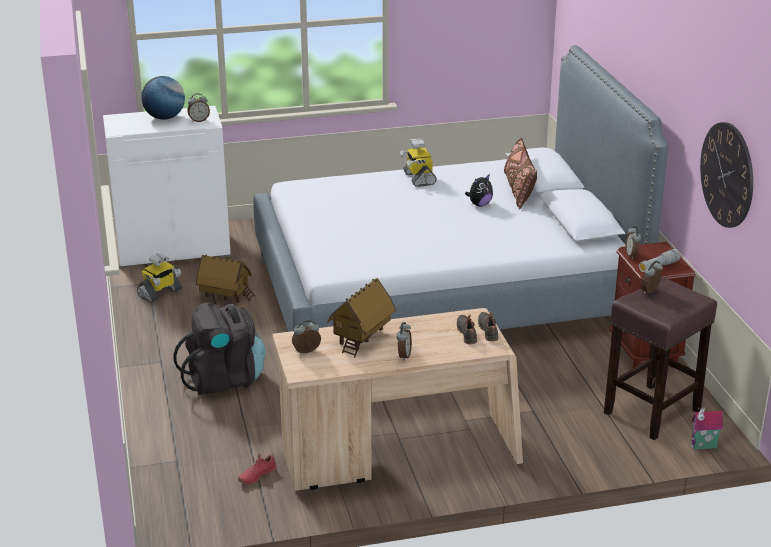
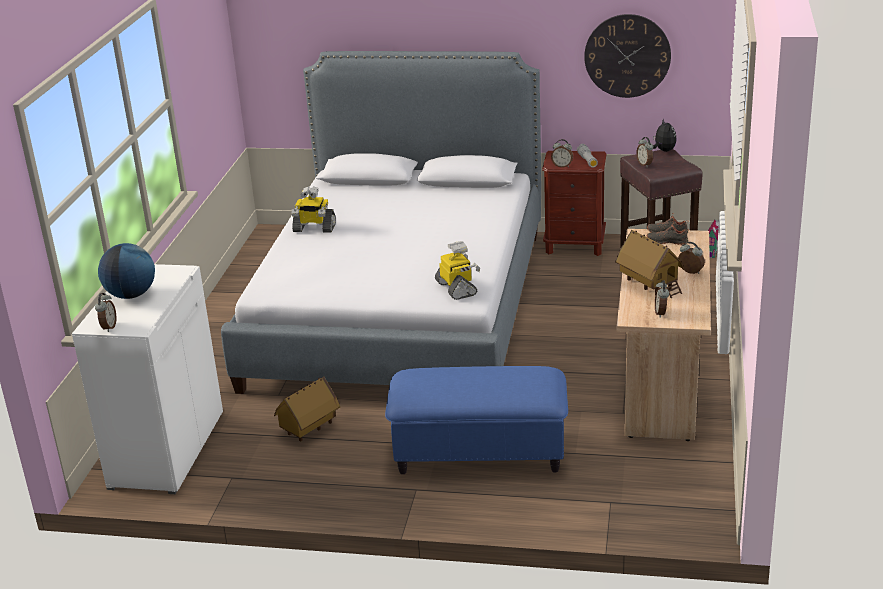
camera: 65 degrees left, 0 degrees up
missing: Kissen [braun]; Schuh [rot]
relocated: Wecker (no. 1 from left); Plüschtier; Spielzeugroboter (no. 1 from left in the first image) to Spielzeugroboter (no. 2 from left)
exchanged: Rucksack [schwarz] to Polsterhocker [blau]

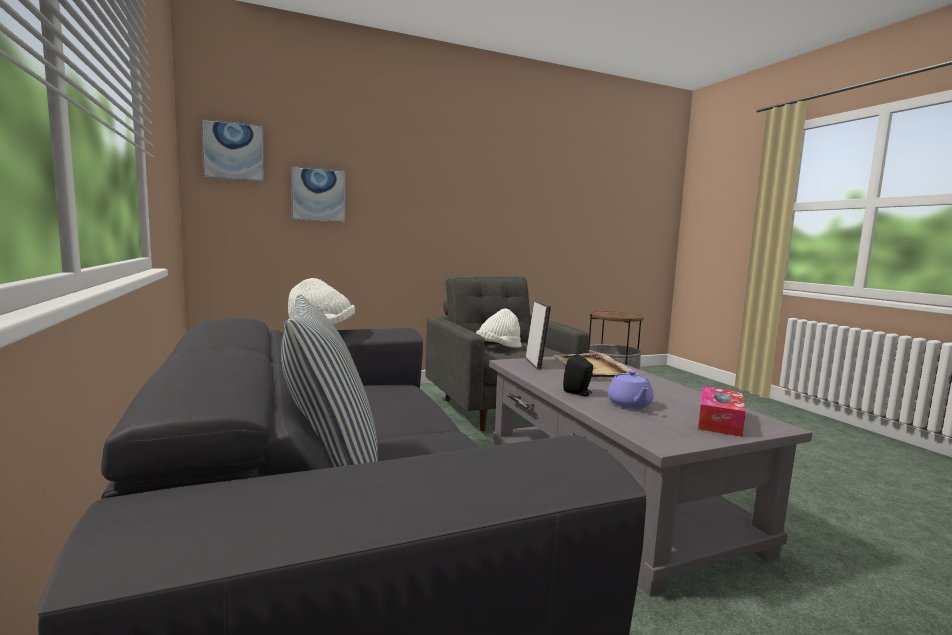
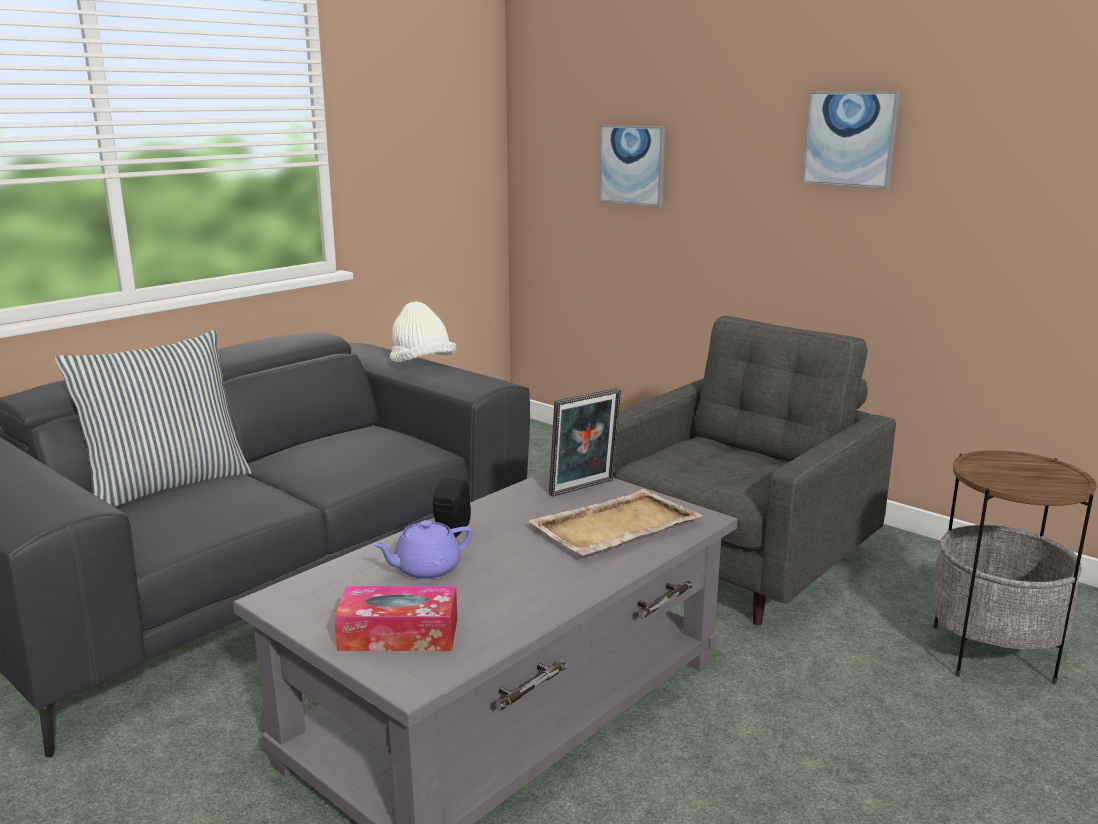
camera: 65 degrees right, 10 degrees up
missing: Hut [weiß] (no. 2 from left)
relocated: Bild (no. 1 from left in the first image) to Bild (no. 2 from left)

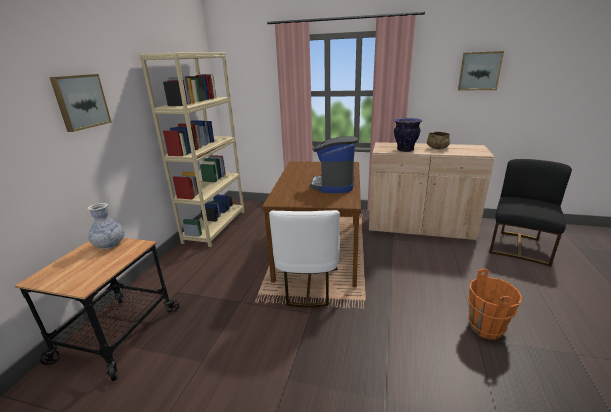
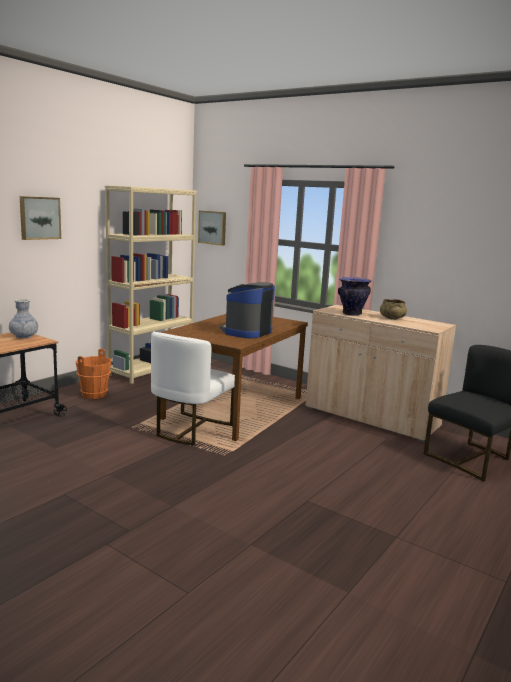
camera: 20 degrees right, 10 degrees down
relocated: Bild (no. 2 from left); Eimer [orange]

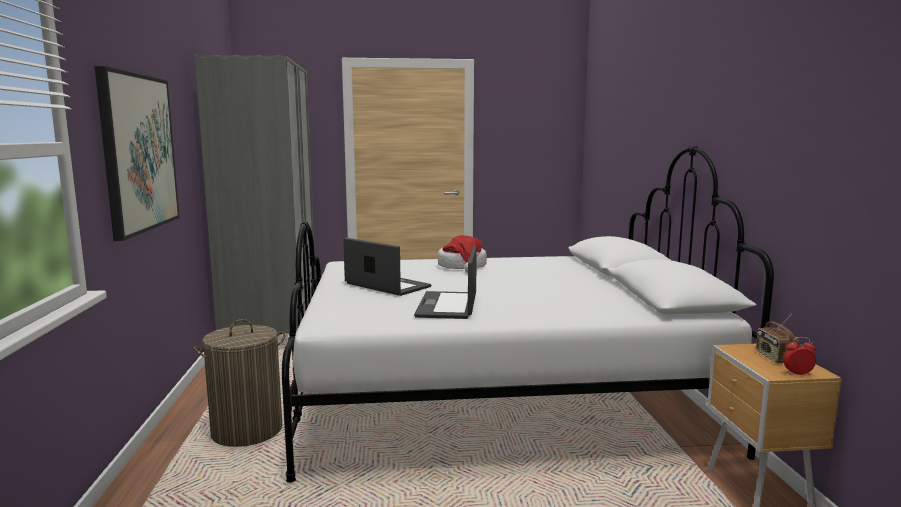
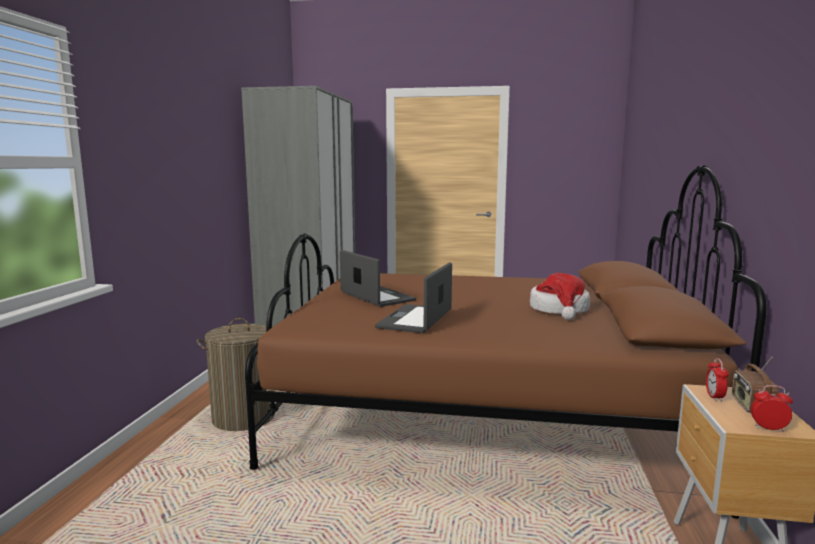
camera: 15 degrees right, 0 degrees up
missing: Bild
appeared: Wecker (no. 1 from left)
relocated: Hut
colour: Bett [weiß] to Bett [braun]

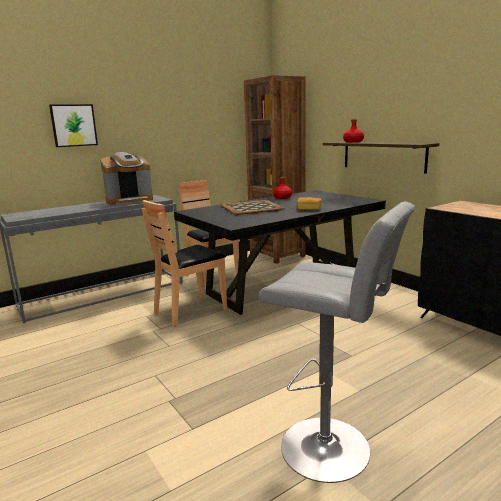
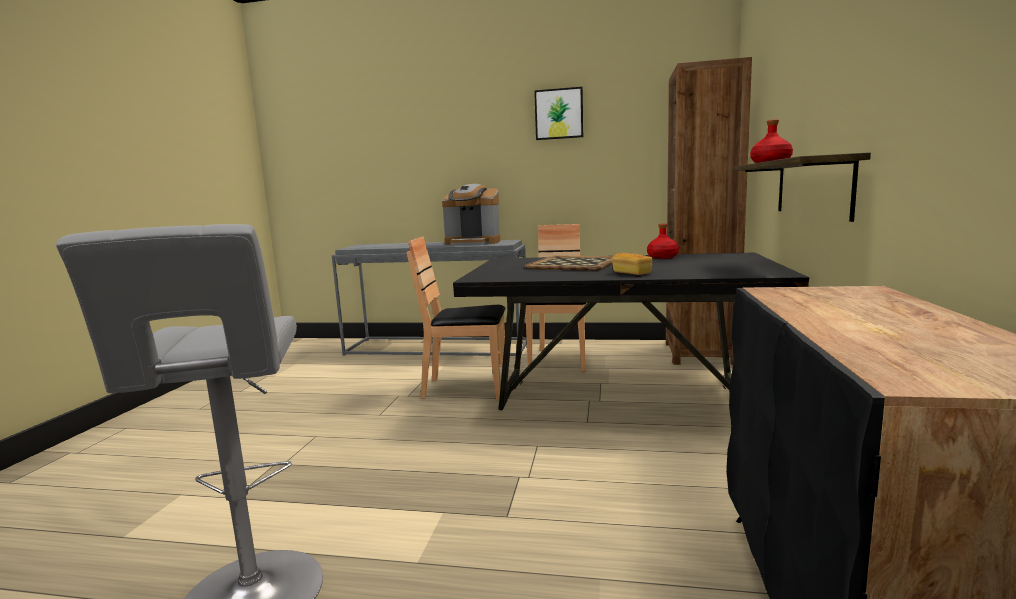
camera: 45 degrees right, 5 degrees down
relocated: Bild

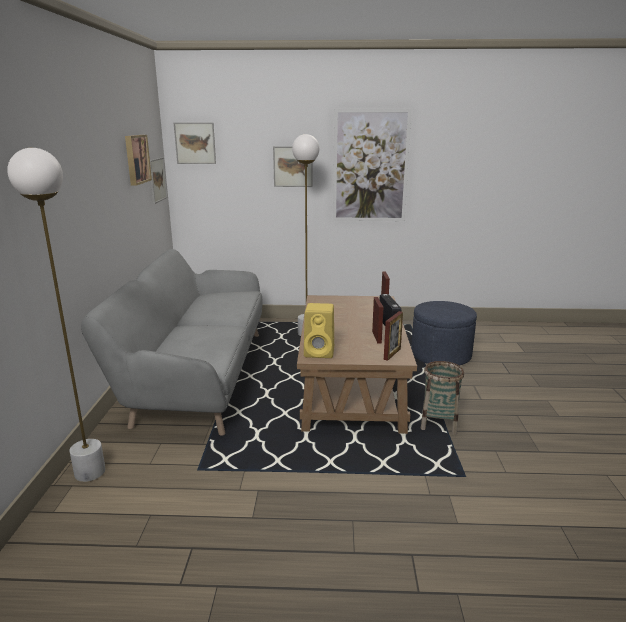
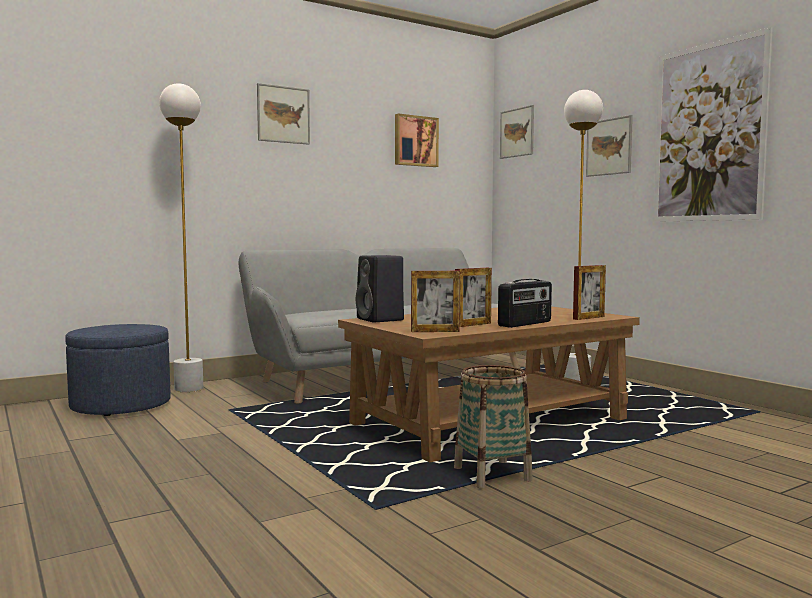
camera: 55 degrees right, 15 degrees down
relocated: Bild (no. 2 from left in the first image) to Bild (no. 1 from left); Polsterhocker [blau]
colour: Lautsprecher [gelb] to Lautsprecher [schwarz]

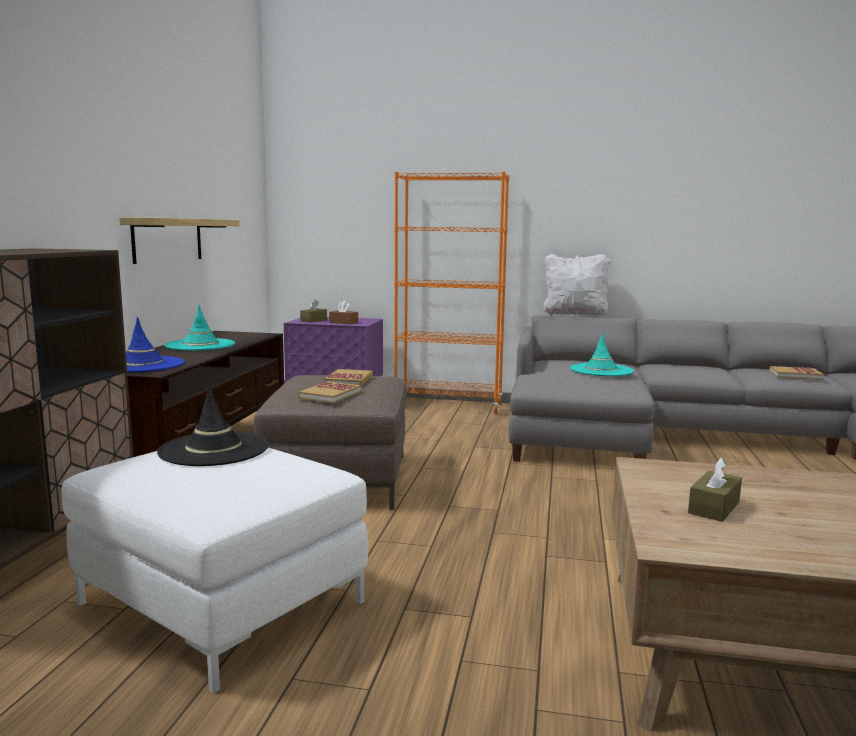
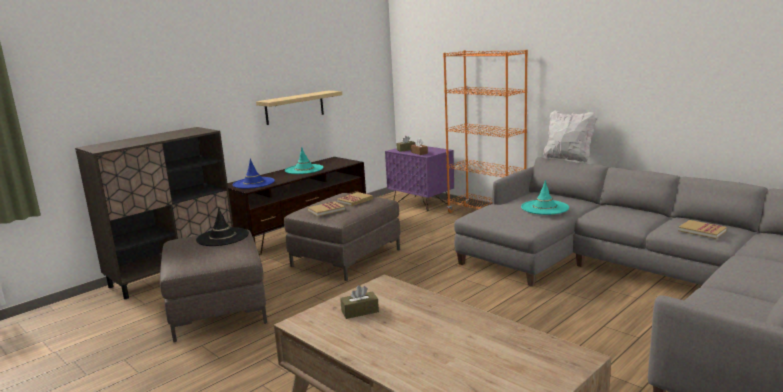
camera: 35 degrees right, 5 degrees up
colour: Polsterhocker [weiß] to Polsterhocker [braun] (no. 1 from left)

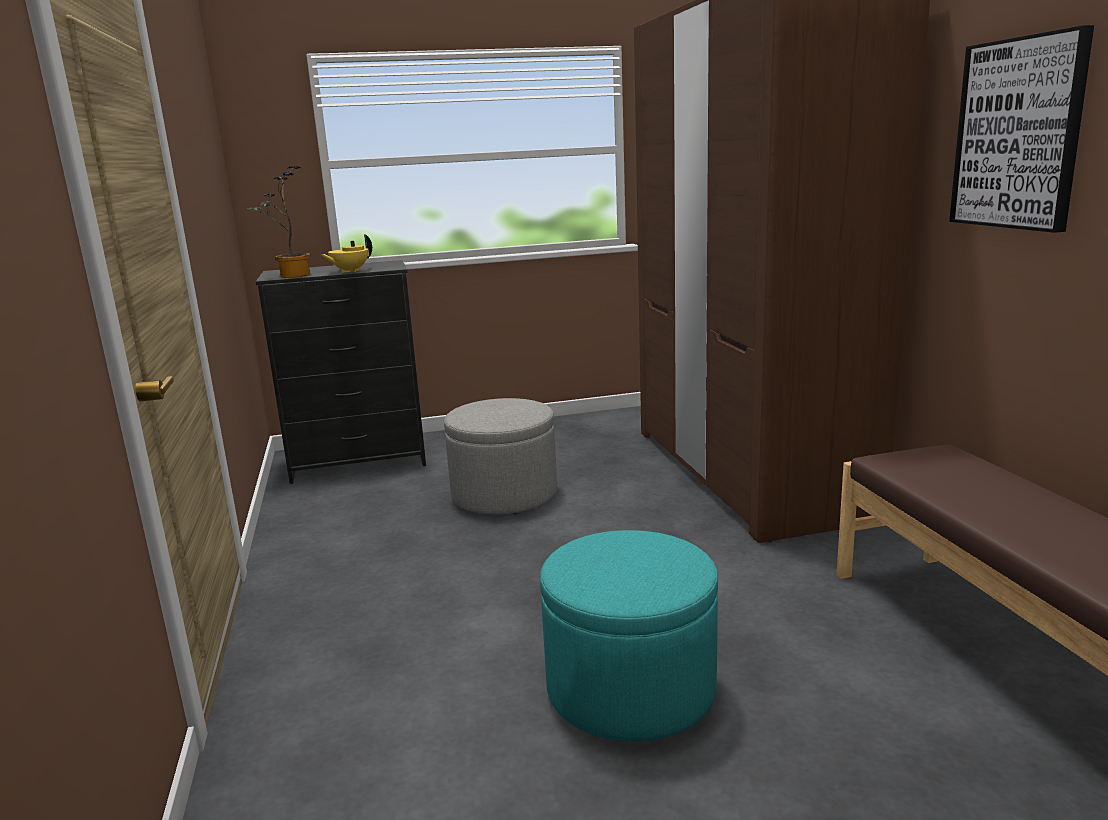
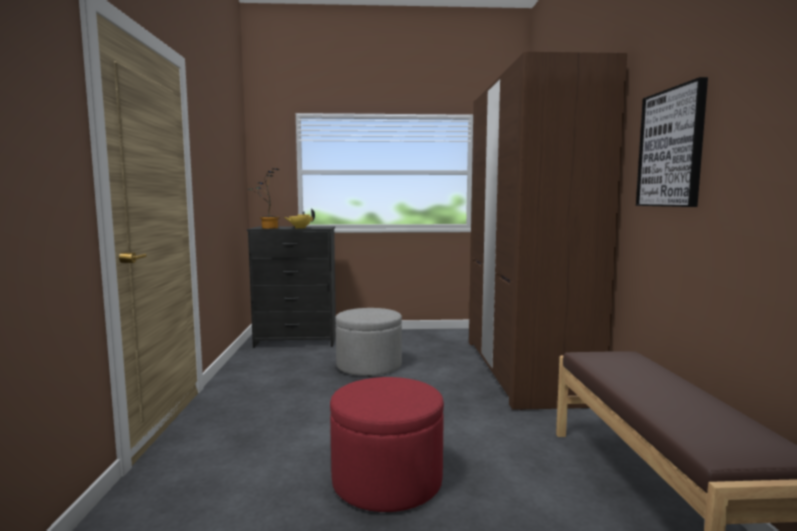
camera: 10 degrees right, 10 degrees down
colour: Polsterhocker [türkis] to Polsterhocker [rot]

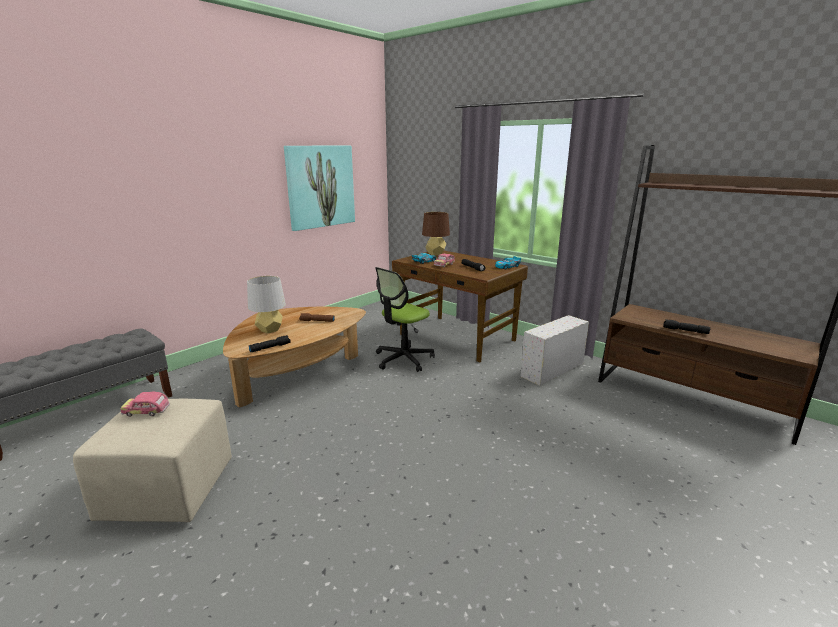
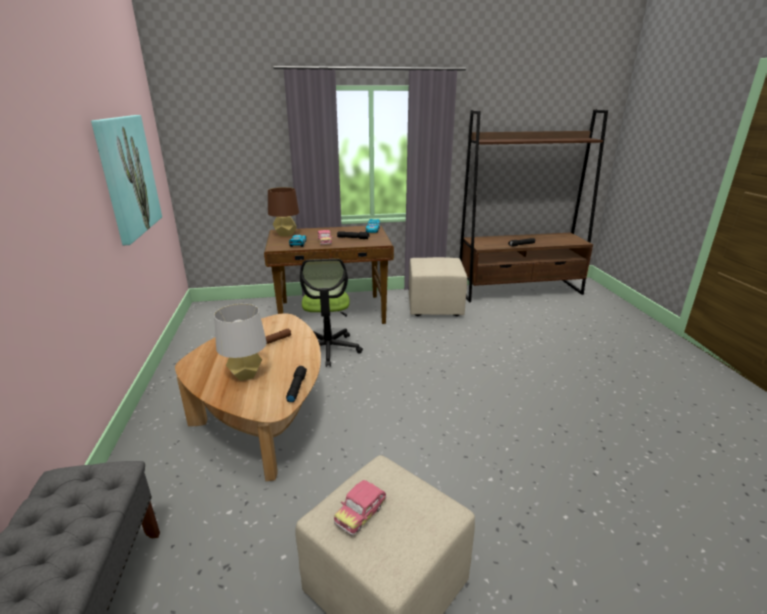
camera: 50 degrees left, 5 degrees up
exchanged: Aufbewahrungsbox [weiß] to Polsterhocker [beige] (no. 2 from left)

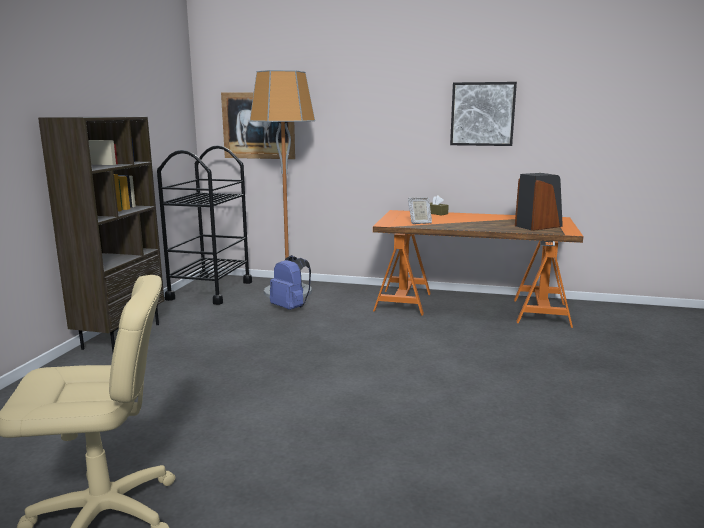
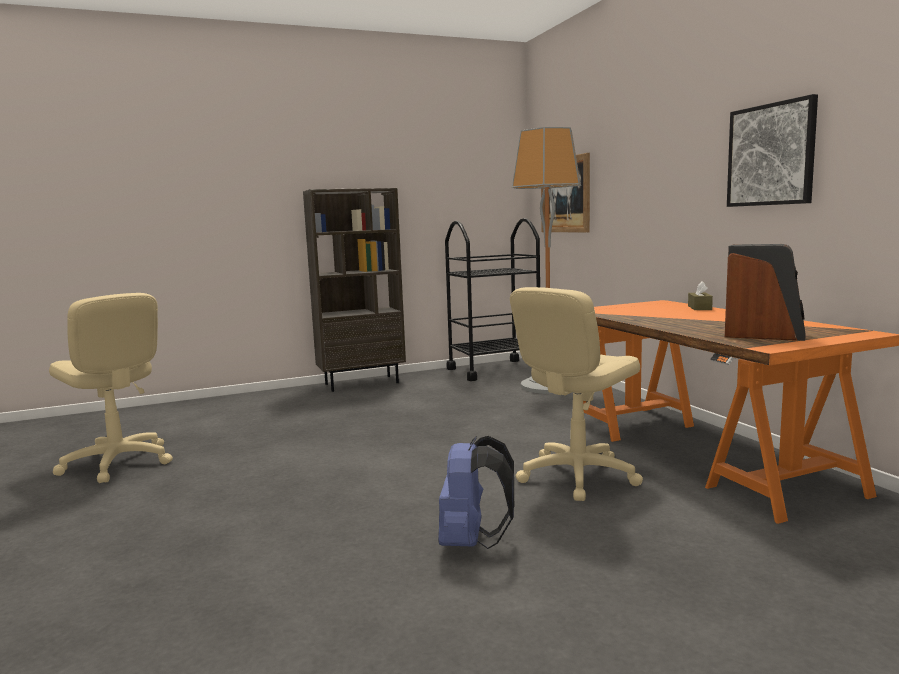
camera: 55 degrees right, 5 degrees down
missing: Bilderrahmen
appeared: Bürostuhl [beige] (no. 2 from left)
relocated: Rucksack [blau]

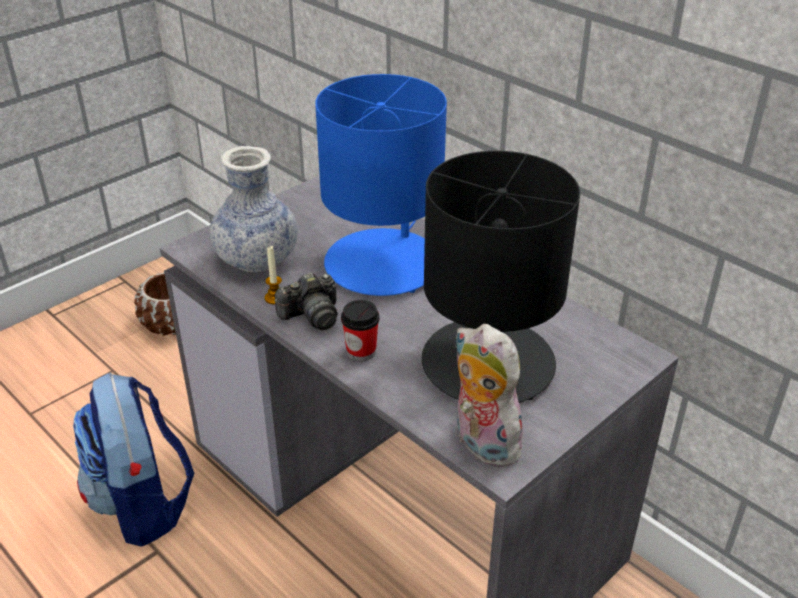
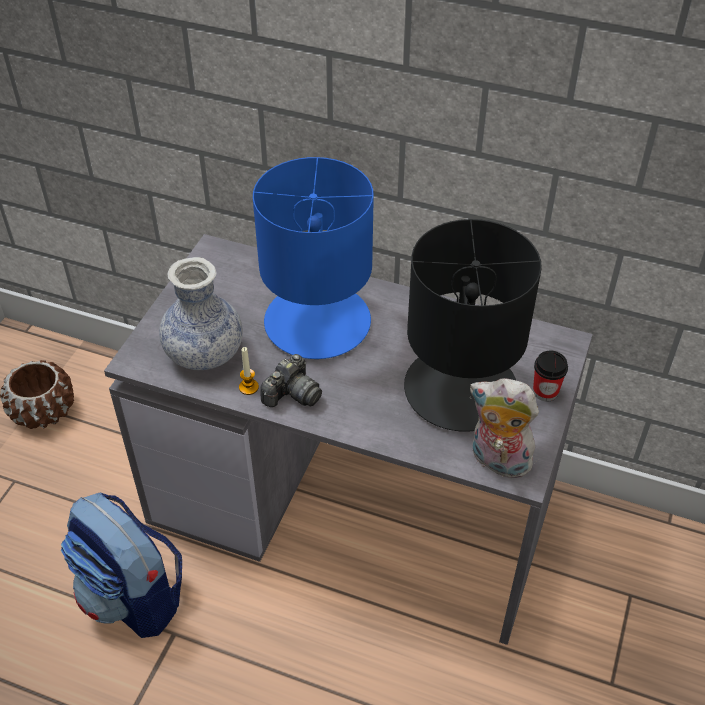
camera: 25 degrees left, 10 degrees up
relocated: Tasse

